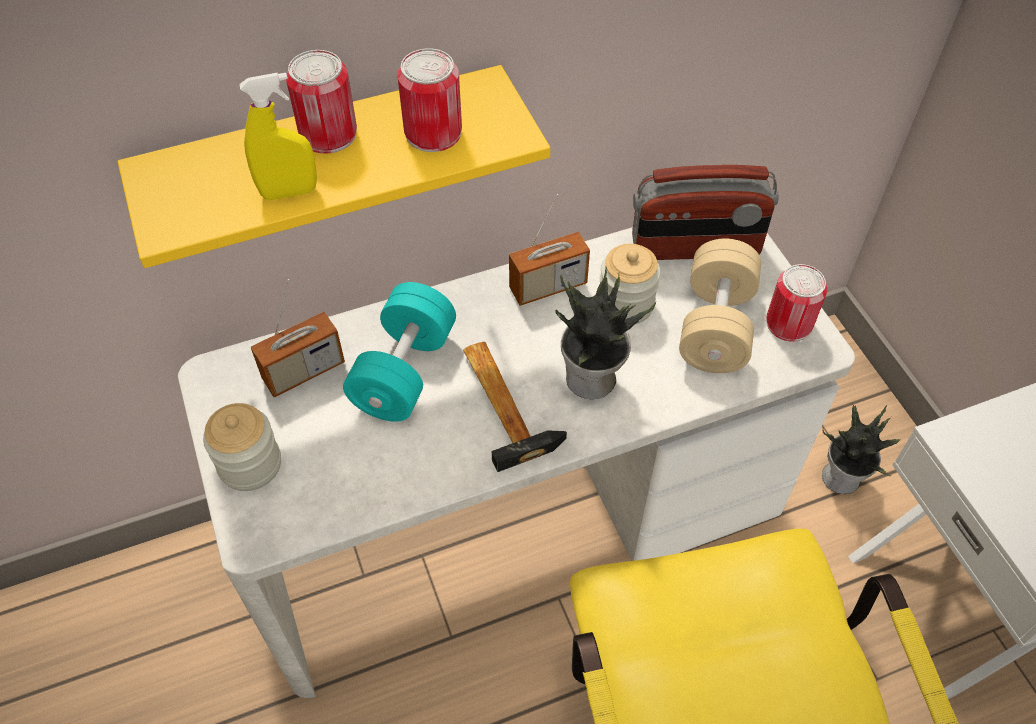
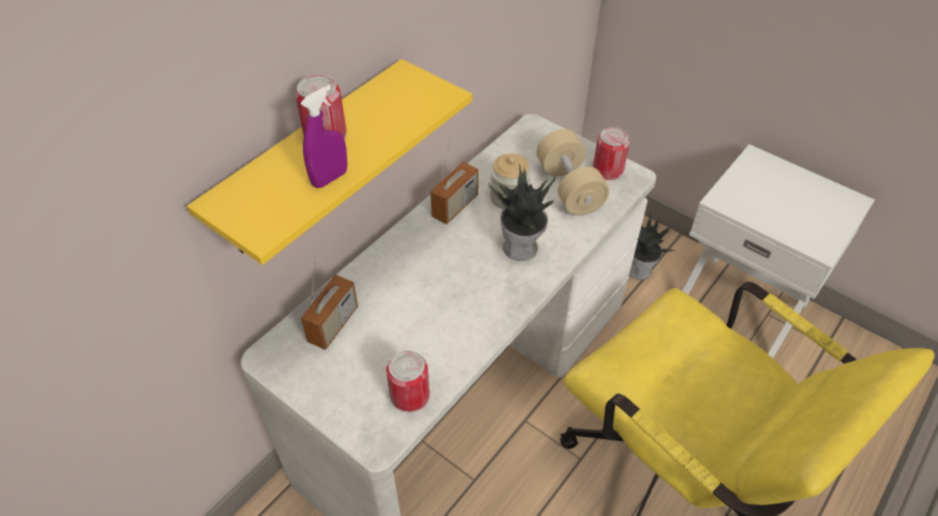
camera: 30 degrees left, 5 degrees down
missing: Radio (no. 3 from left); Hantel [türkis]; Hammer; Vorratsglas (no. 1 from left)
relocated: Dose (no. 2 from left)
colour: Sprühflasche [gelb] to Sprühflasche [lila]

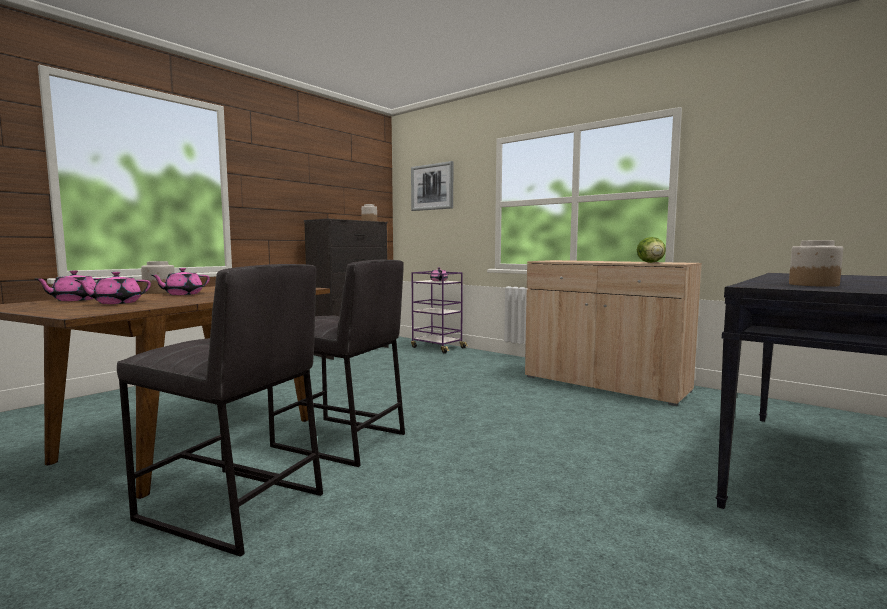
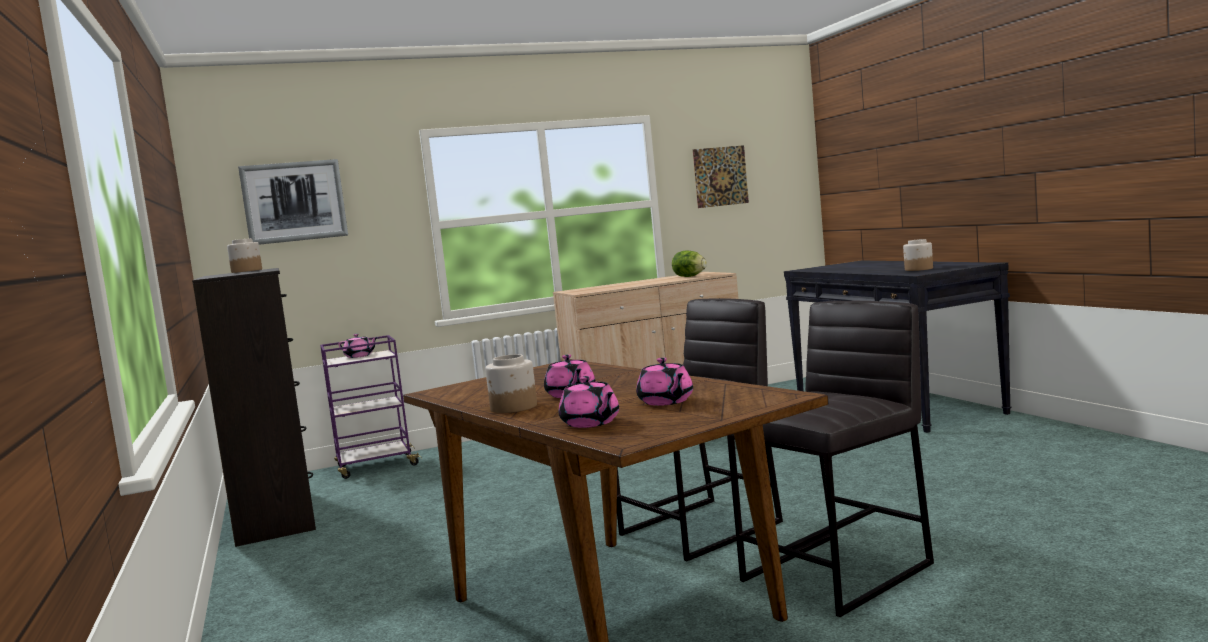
camera: 60 degrees left, 0 degrees up
appeared: Bild (no. 2 from left)

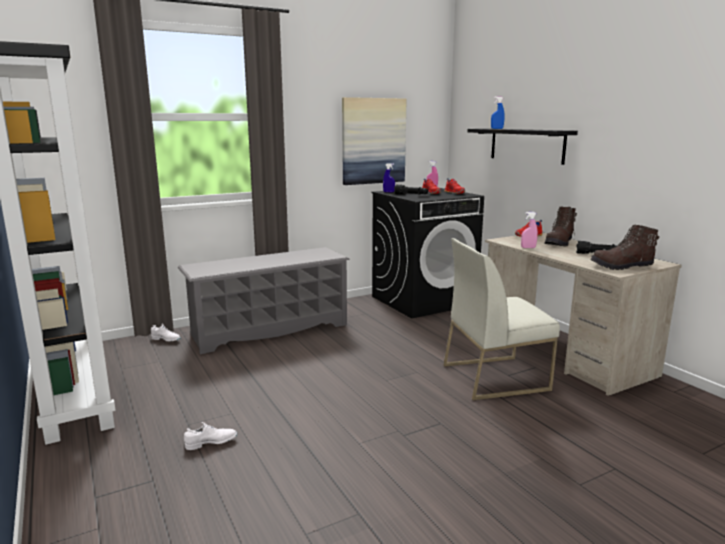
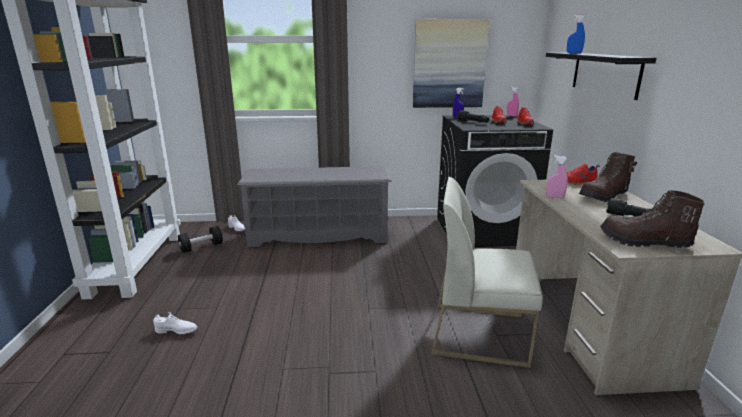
camera: 25 degrees right, 5 degrees up
appeared: Hantel [schwarz]

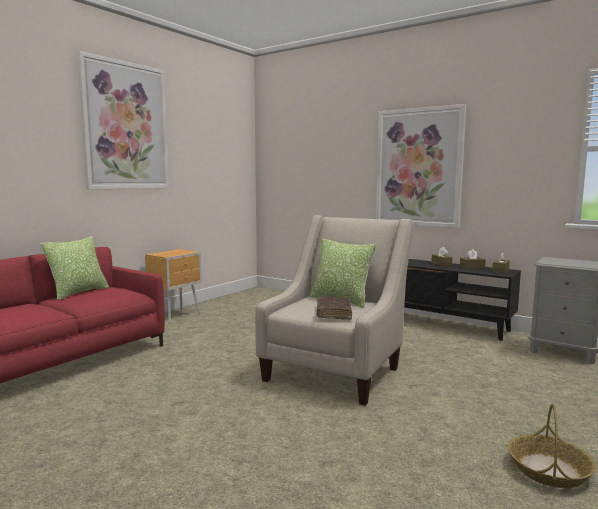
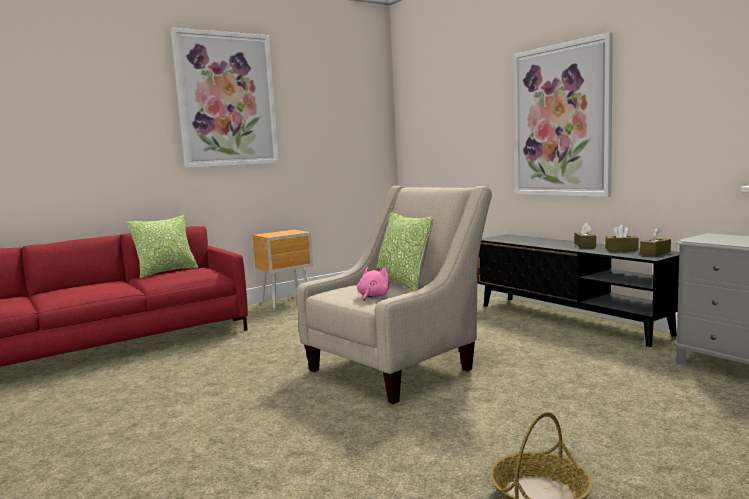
camera: 20 degrees right, 0 degrees up
exchanged: Buch [braun] to Plüschtier [rosa]

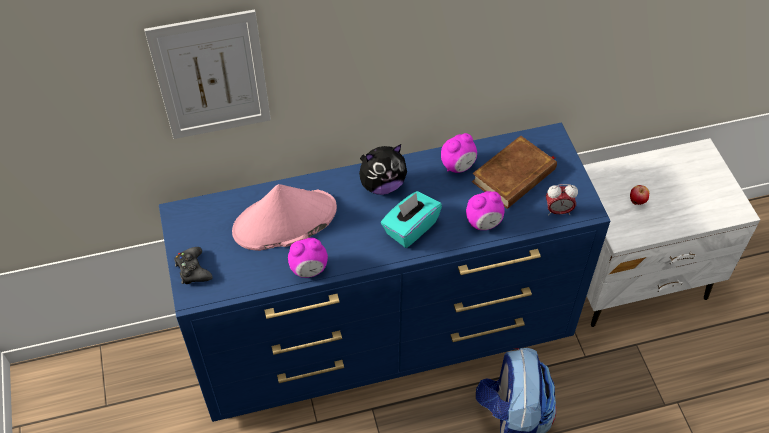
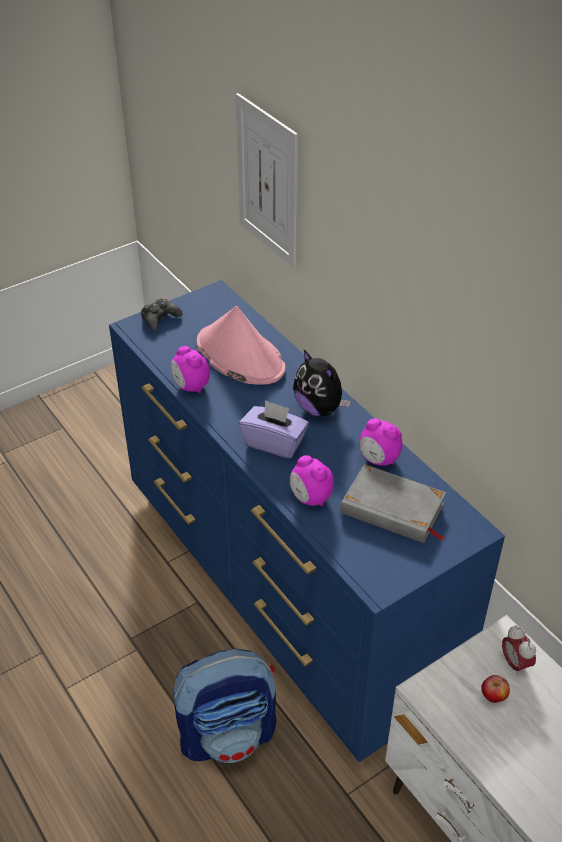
camera: 70 degrees right, 10 degrees down
relocated: Wecker (no. 4 from left)
colour: Buch [braun] to Buch [grau]; Taschentuchbox [türkis] to Taschentuchbox [lila]

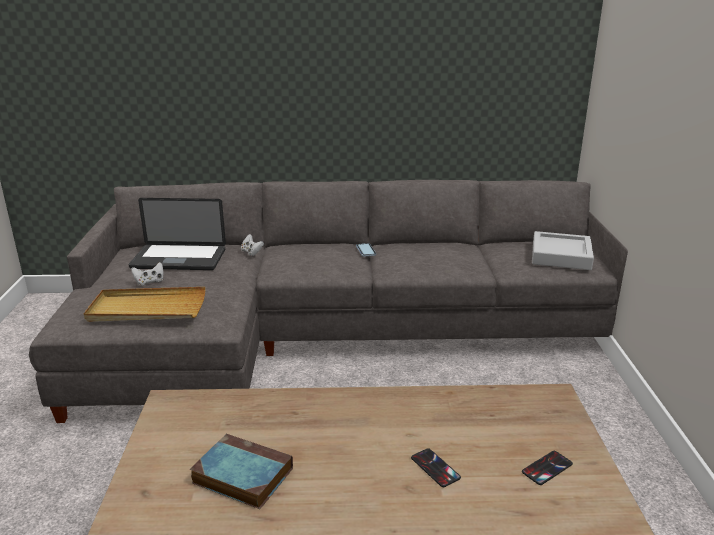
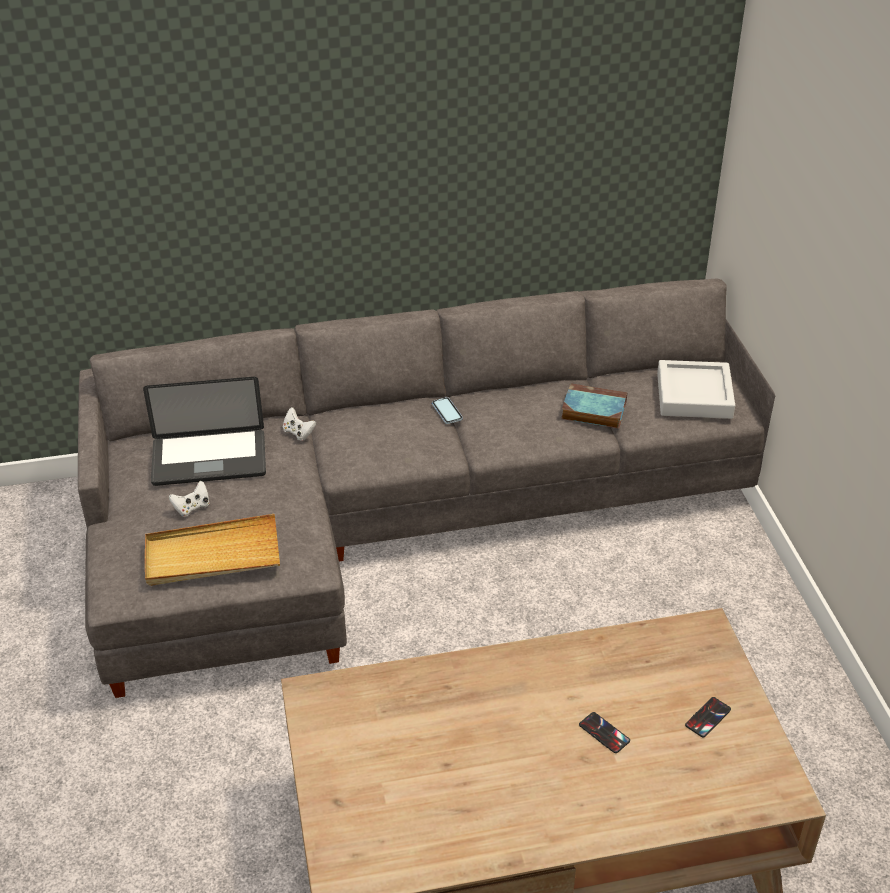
camera: 10 degrees left, 15 degrees up
relocated: Buch

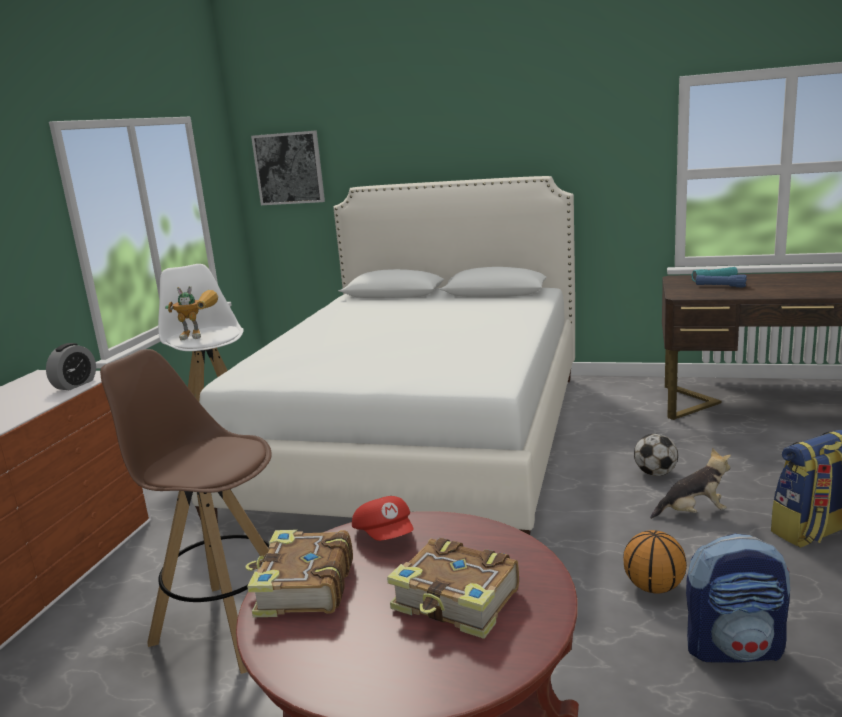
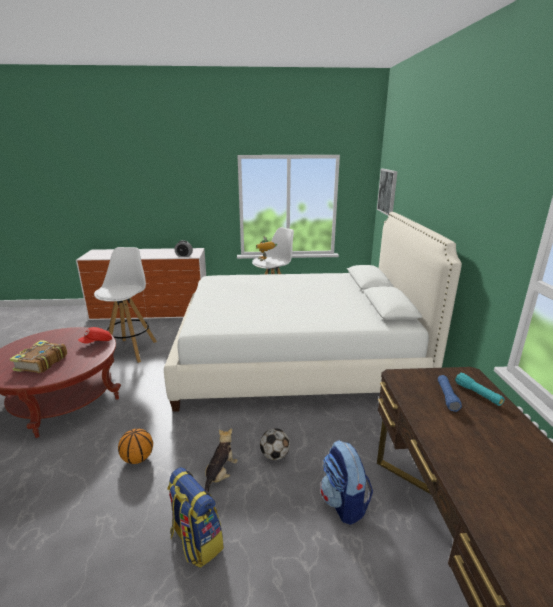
camera: 70 degrees right, 5 degrees up
missing: Buch (no. 1 from left)
relocated: Rucksack (no. 1 from left in the first image) to Rucksack (no. 2 from left)
colour: Hocker [braun] to Hocker [weiß] (no. 1 from left)
spun: Plüschtier 135 degrees counterclockwise

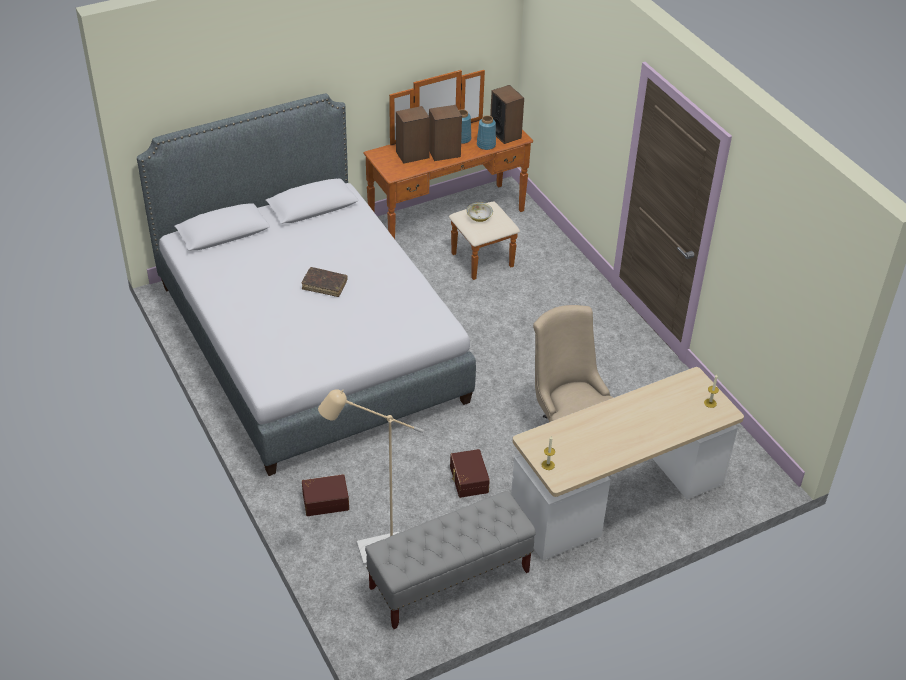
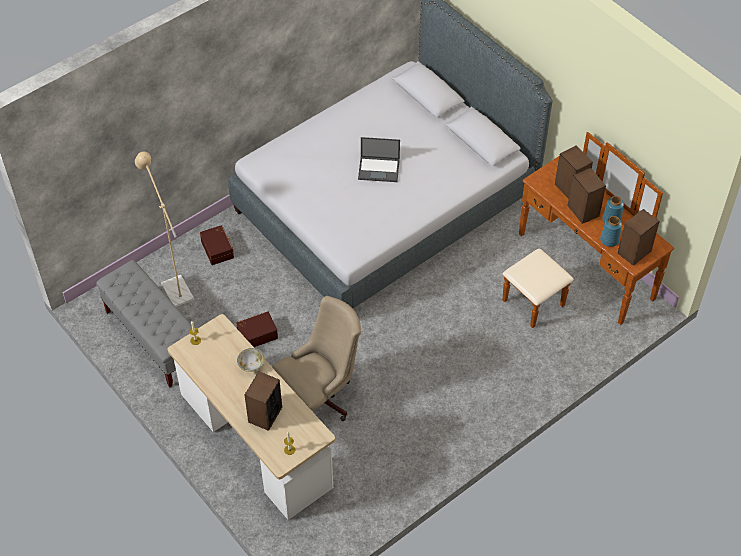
camera: 80 degrees right, 10 degrees up
appeared: Lautsprecher (no. 1 from left)
relocated: Schüssel
exchanged: Buch [braun] to Laptop

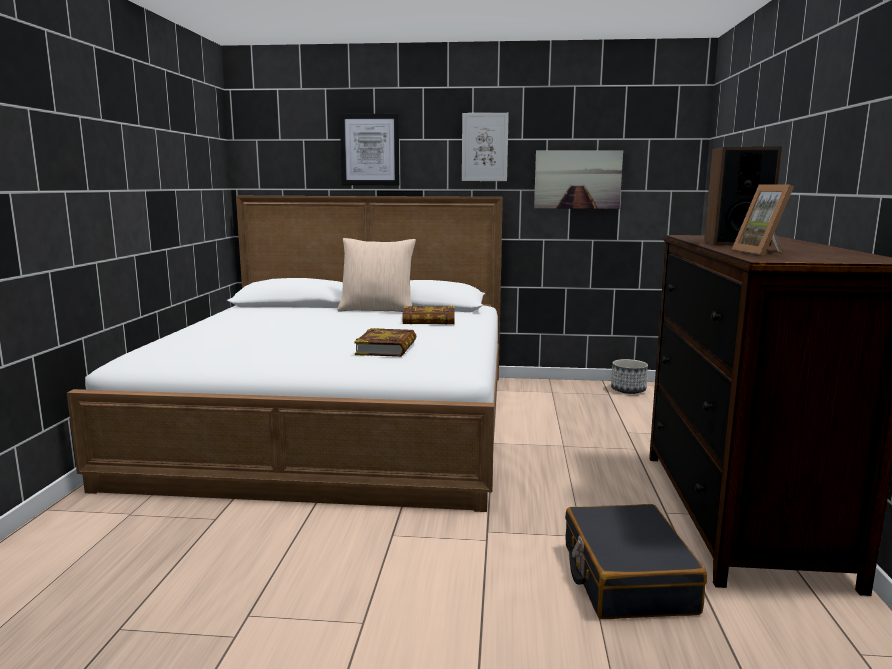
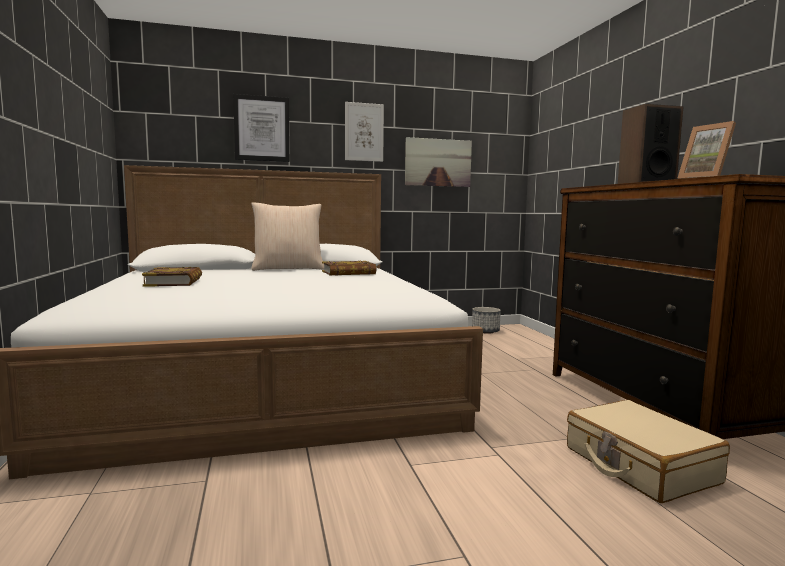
camera: 20 degrees left, 5 degrees down
relocated: Buch (no. 1 from left)
colour: Koffer [schwarz] to Koffer [beige]

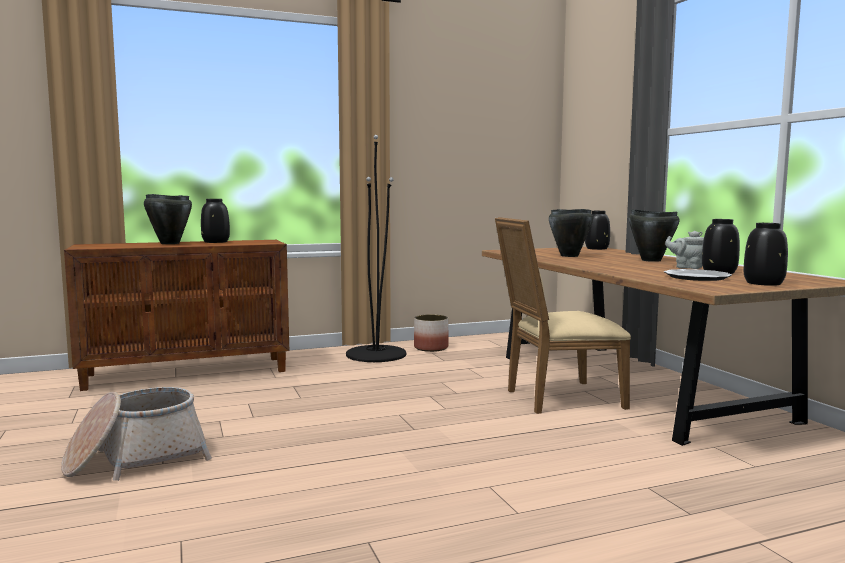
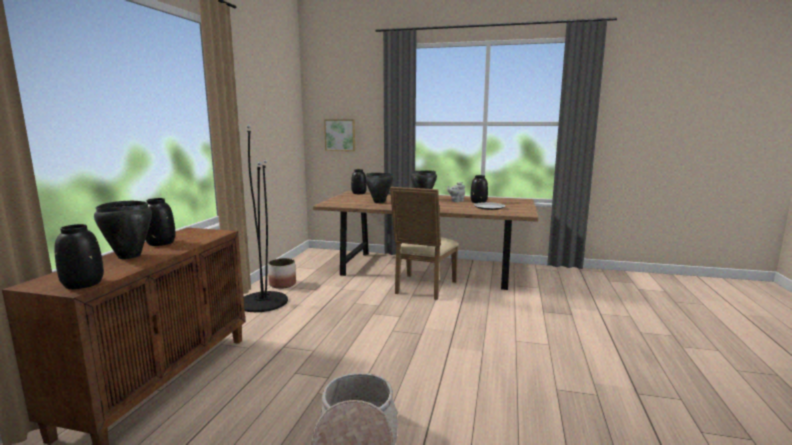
camera: 55 degrees left, 5 degrees up
appeared: Bild
relocated: Vase [schwarz] (no. 4 from left in the first image) to Vase [schwarz] (no. 1 from left)

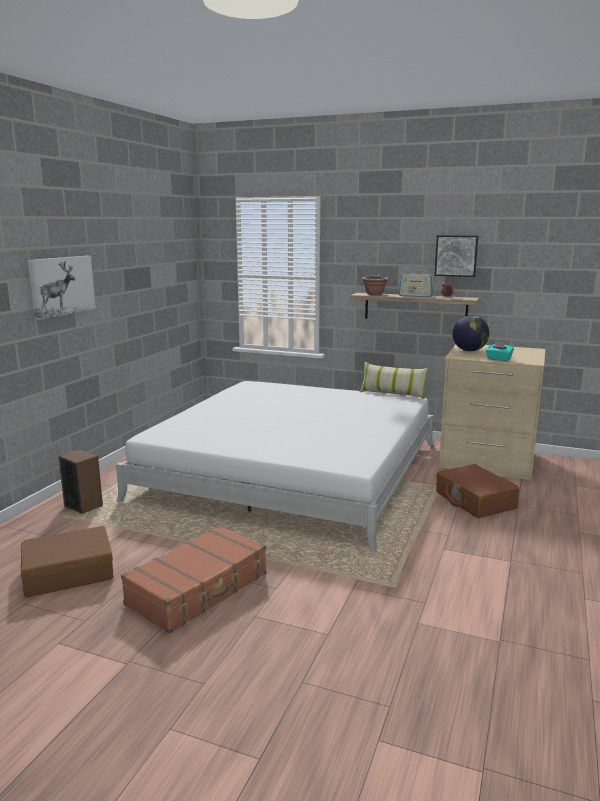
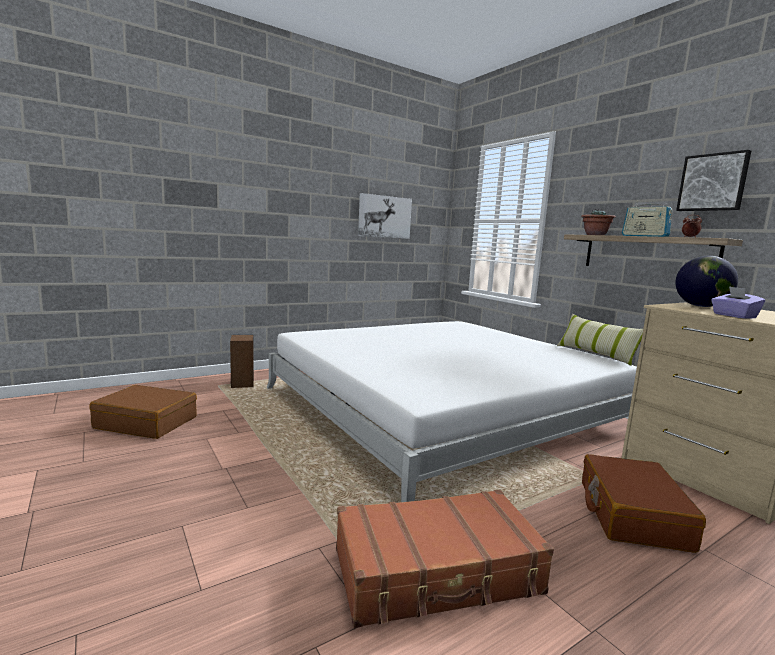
camera: 35 degrees right, 5 degrees down
relocated: Bild (no. 1 from left); Koffer [braun] (no. 2 from left)
colour: Taschentuchbox [türkis] to Taschentuchbox [lila]

